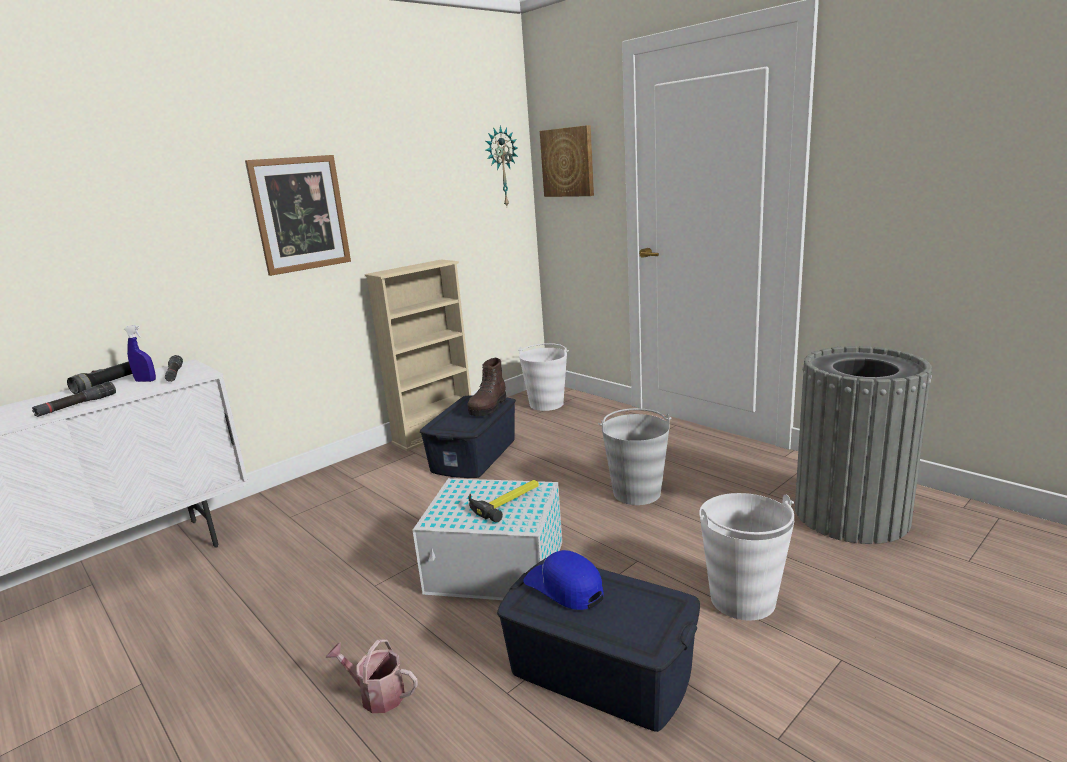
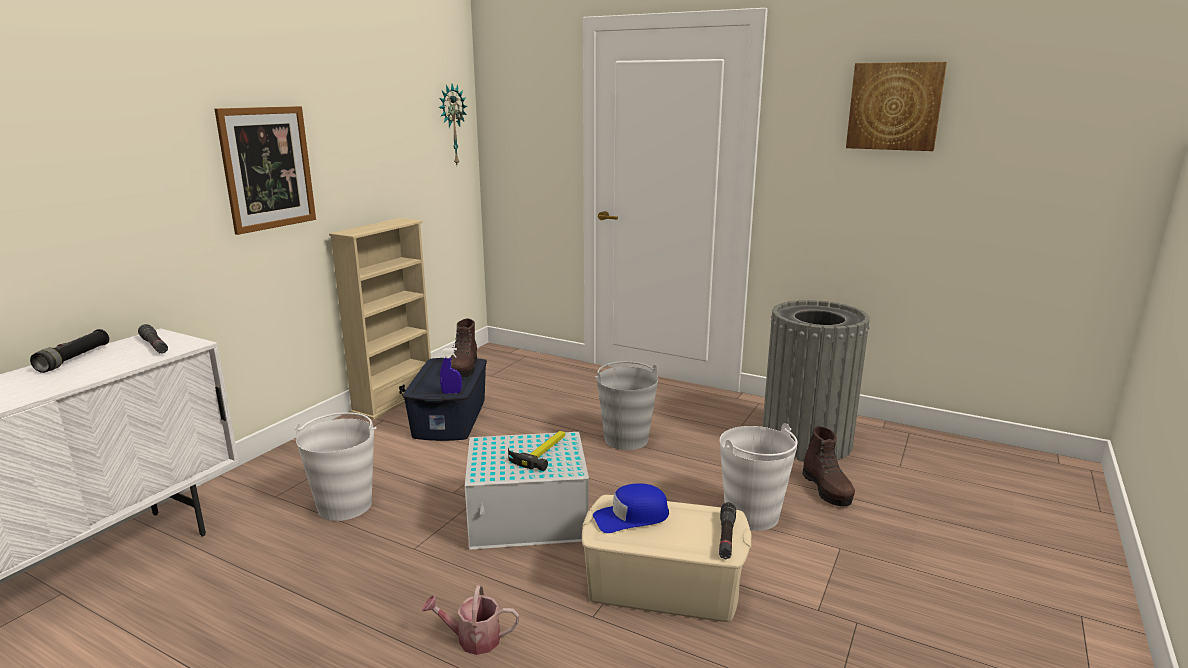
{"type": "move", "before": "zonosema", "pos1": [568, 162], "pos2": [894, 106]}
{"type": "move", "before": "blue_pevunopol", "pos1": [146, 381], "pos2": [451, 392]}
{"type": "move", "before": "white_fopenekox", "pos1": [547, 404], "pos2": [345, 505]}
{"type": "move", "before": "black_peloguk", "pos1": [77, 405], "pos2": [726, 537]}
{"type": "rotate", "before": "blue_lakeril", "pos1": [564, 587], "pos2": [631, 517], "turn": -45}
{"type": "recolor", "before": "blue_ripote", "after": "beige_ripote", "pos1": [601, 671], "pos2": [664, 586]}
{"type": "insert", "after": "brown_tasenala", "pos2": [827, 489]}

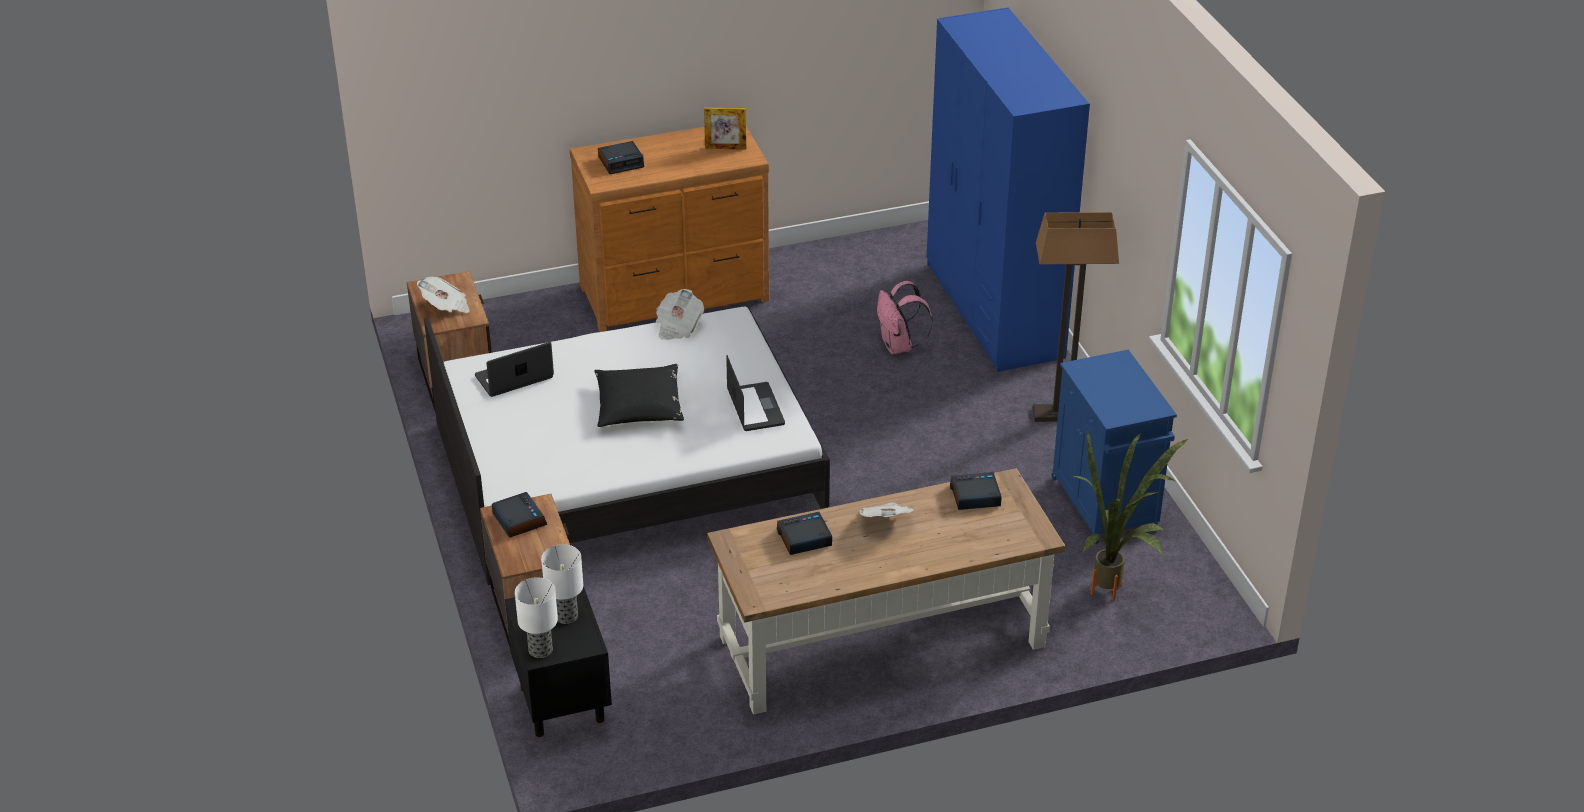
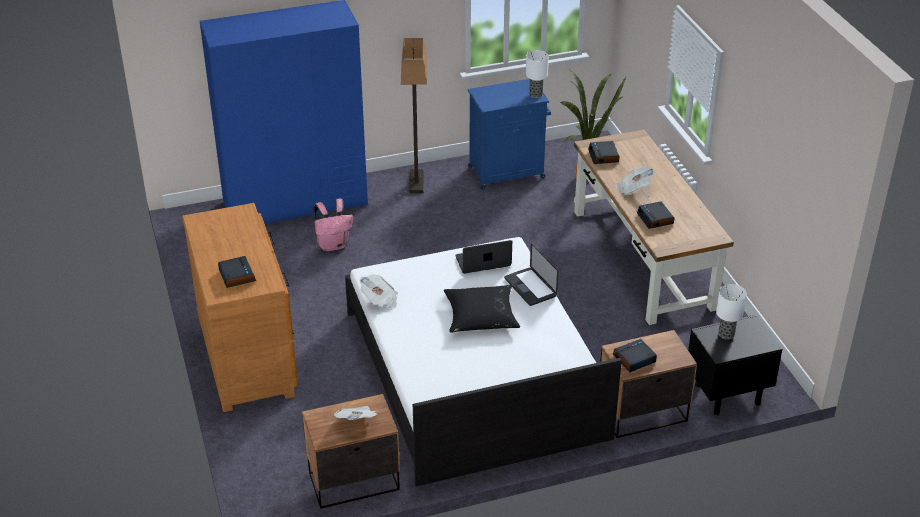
{"type": "delete", "before": "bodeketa", "pos1": [725, 148]}
{"type": "move", "before": "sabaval", "pos1": [514, 377], "pos2": [530, 287]}
{"type": "move", "before": "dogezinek", "pos1": [540, 649], "pos2": [535, 94]}

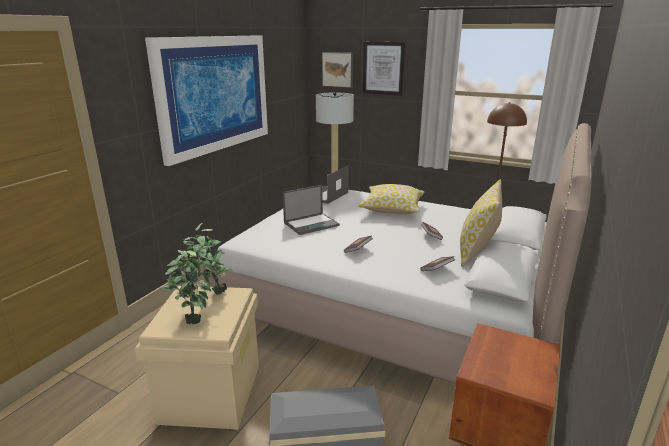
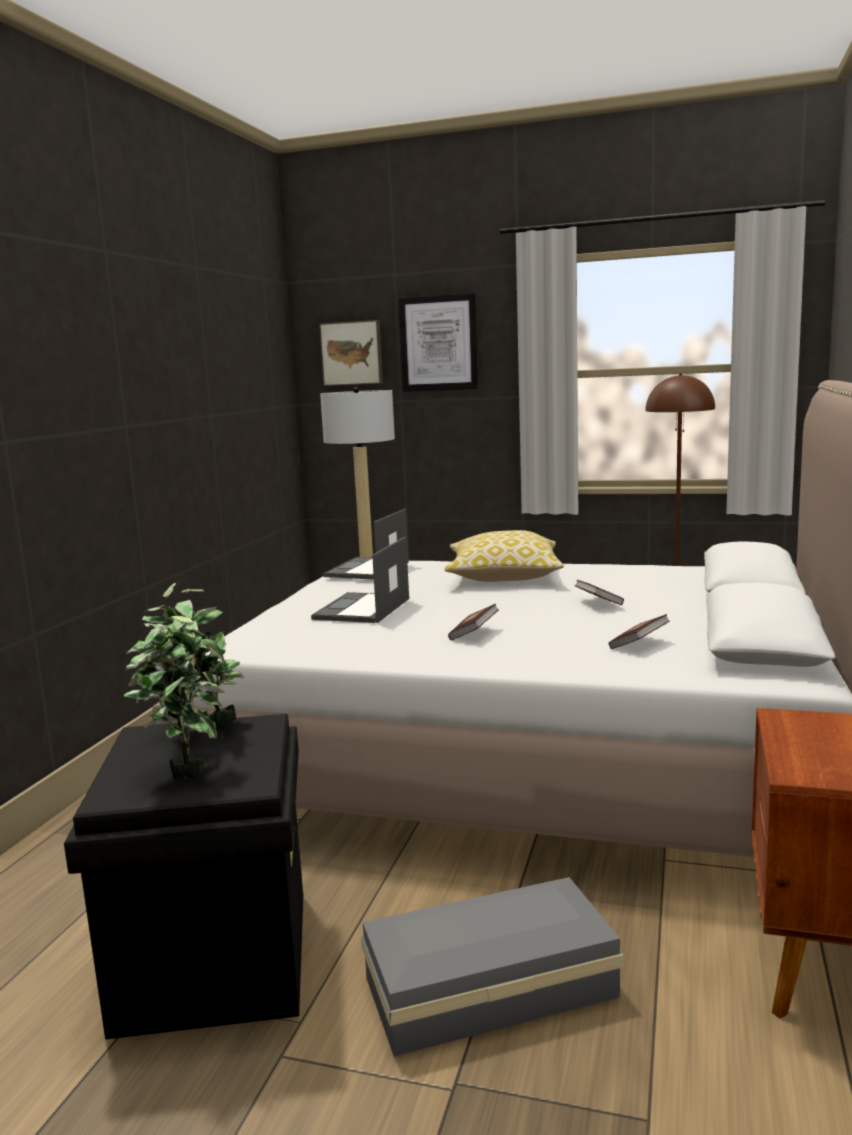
{"type": "delete", "before": "zonosema", "pos1": [215, 94]}
{"type": "delete", "before": "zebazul", "pos1": [477, 253]}
{"type": "rotate", "before": "sabaval", "pos1": [312, 224], "pos2": [362, 609], "turn": 150}
{"type": "recolor", "before": "beige_ripote", "after": "black_ripote", "pos1": [211, 392], "pos2": [214, 957]}

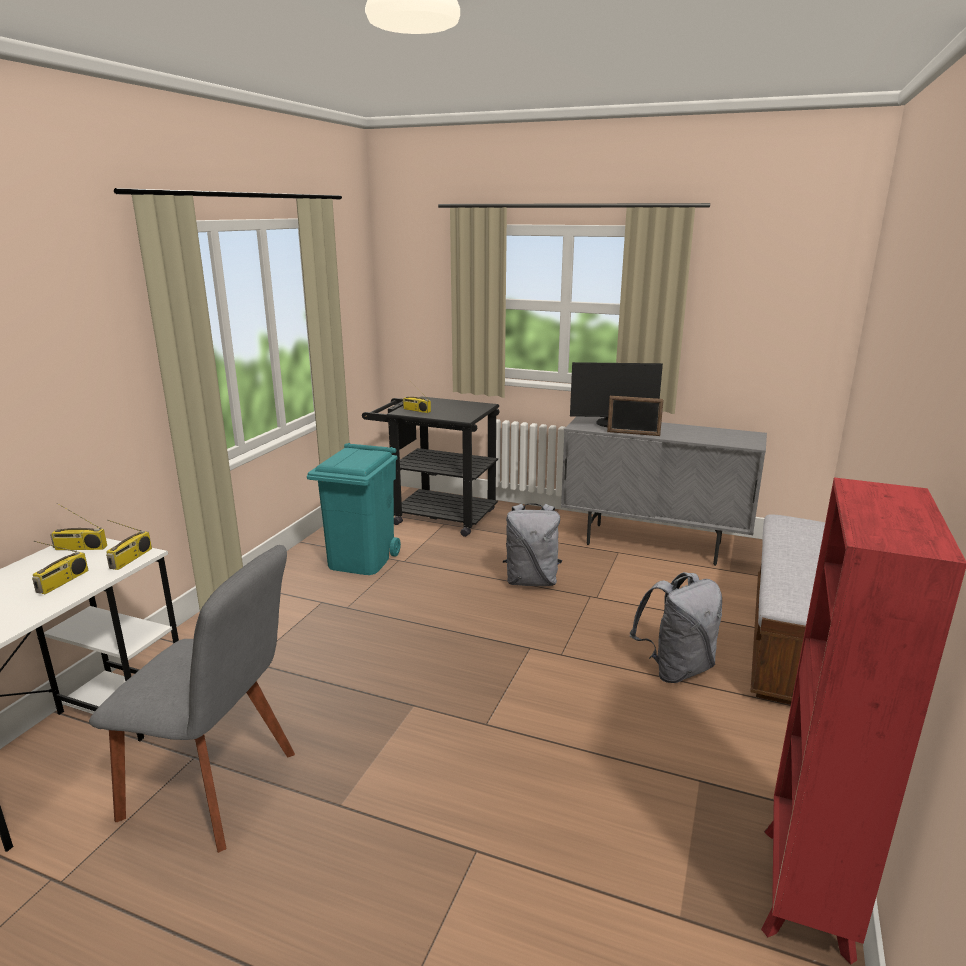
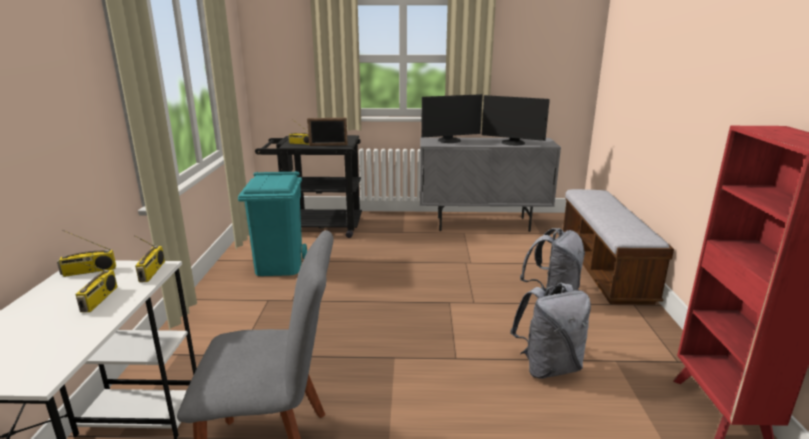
{"type": "move", "before": "bodeketa", "pos1": [633, 433], "pos2": [328, 145]}
{"type": "move", "before": "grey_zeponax", "pos1": [531, 581], "pos2": [548, 367]}
{"type": "insert", "after": "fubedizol", "pos2": [512, 143]}

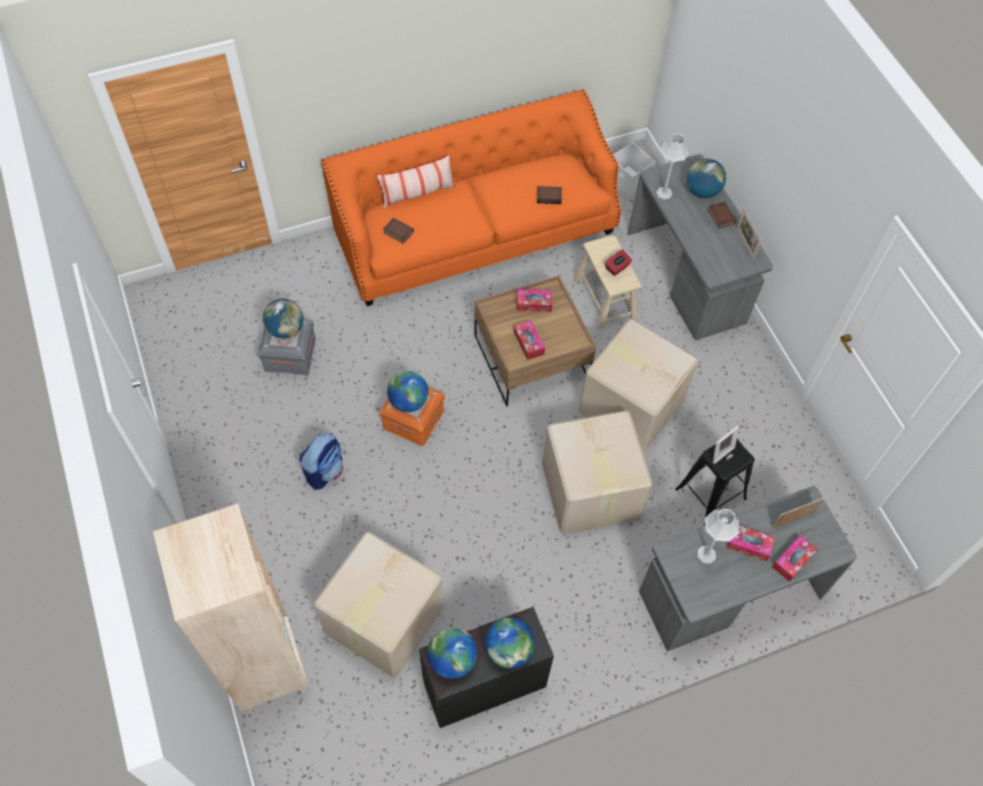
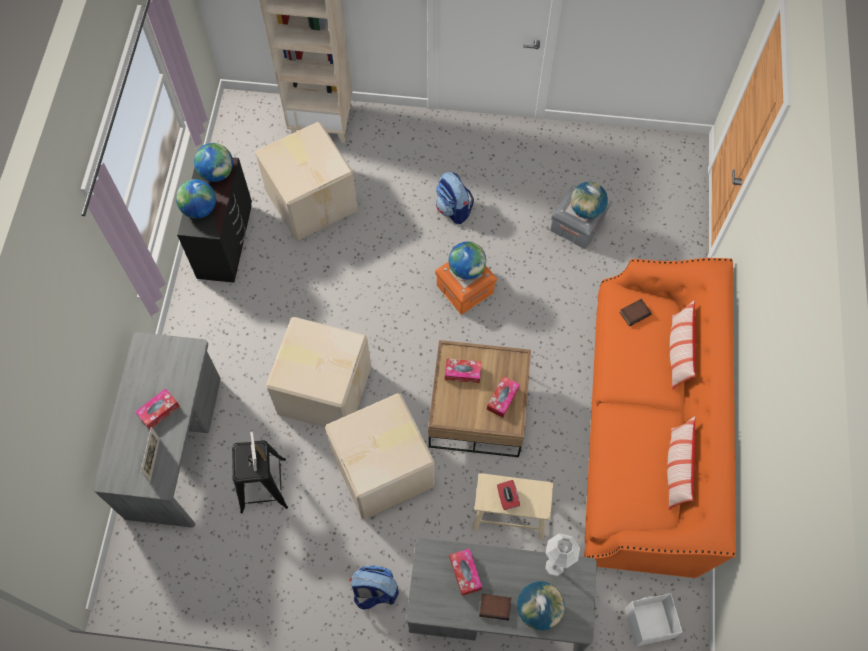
{"type": "delete", "before": "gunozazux", "pos1": [549, 196]}
{"type": "delete", "before": "bodeketa", "pos1": [745, 244]}
{"type": "delete", "before": "grey_dogezinek", "pos1": [706, 554]}
{"type": "move", "before": "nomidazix", "pos1": [793, 560], "pos2": [465, 573]}
{"type": "insert", "after": "zebazul", "pos2": [676, 469]}
{"type": "insert", "after": "zeponax", "pos2": [375, 592]}

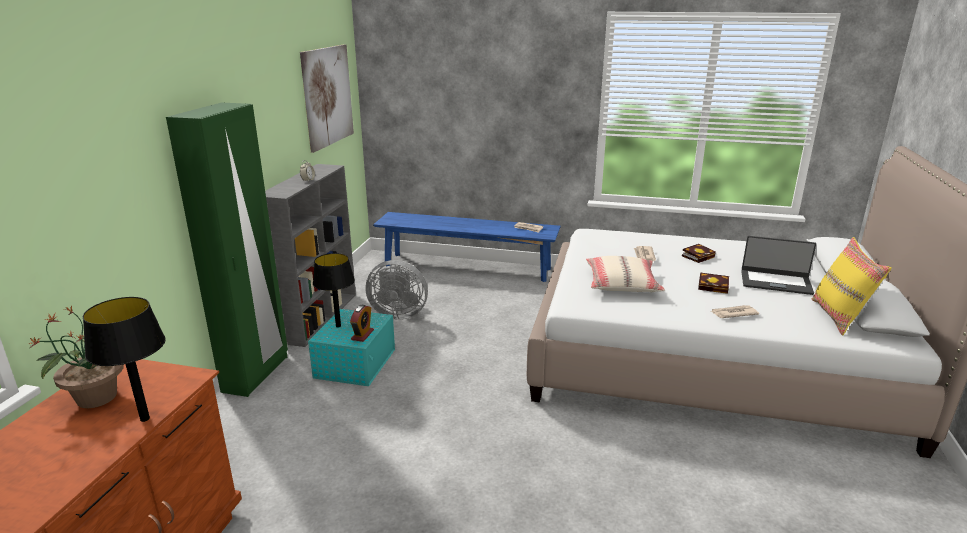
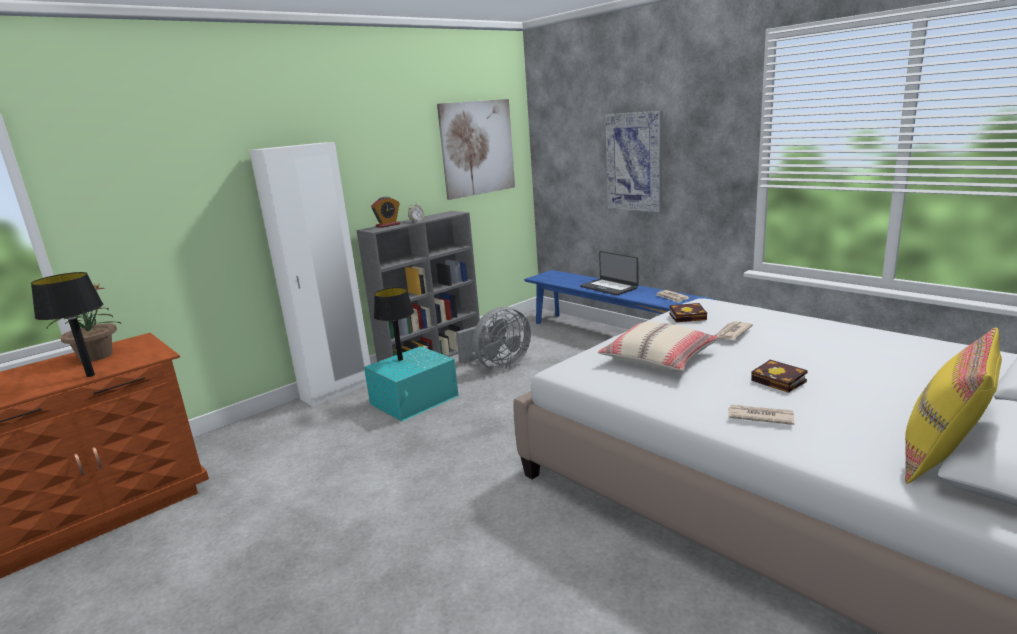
{"type": "recolor", "before": "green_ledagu", "after": "white_ledagu", "pos1": [256, 374], "pos2": [337, 391]}
{"type": "move", "before": "sabaval", "pos1": [775, 282], "pos2": [609, 287]}
{"type": "move", "before": "gunozazux", "pos1": [698, 256], "pos2": [689, 316]}
{"type": "rotate", "before": "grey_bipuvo", "pos1": [398, 314], "pos2": [498, 366], "turn": -75}
{"type": "move", "before": "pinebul", "pos1": [362, 335], "pos2": [388, 225]}
{"type": "insert", "after": "zonosema", "pos2": [634, 162]}

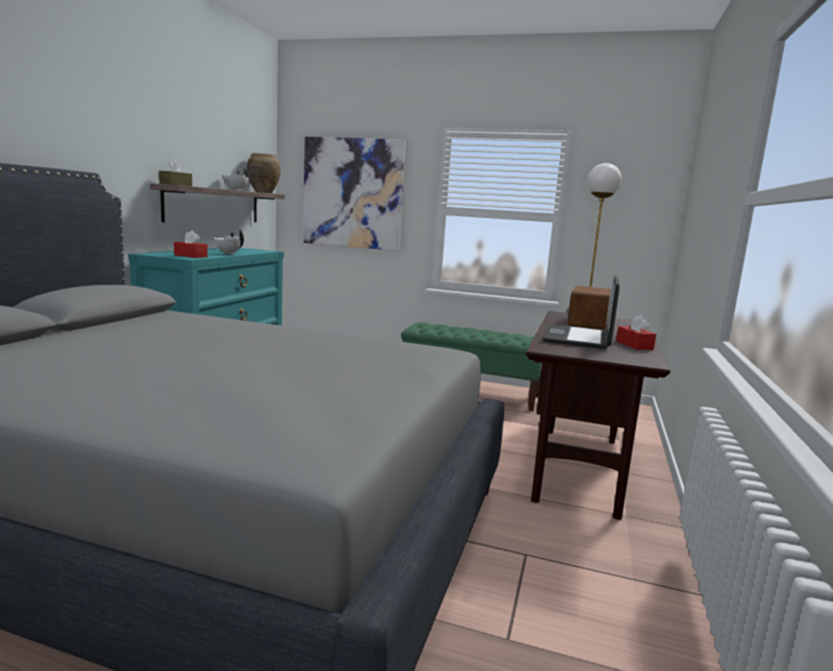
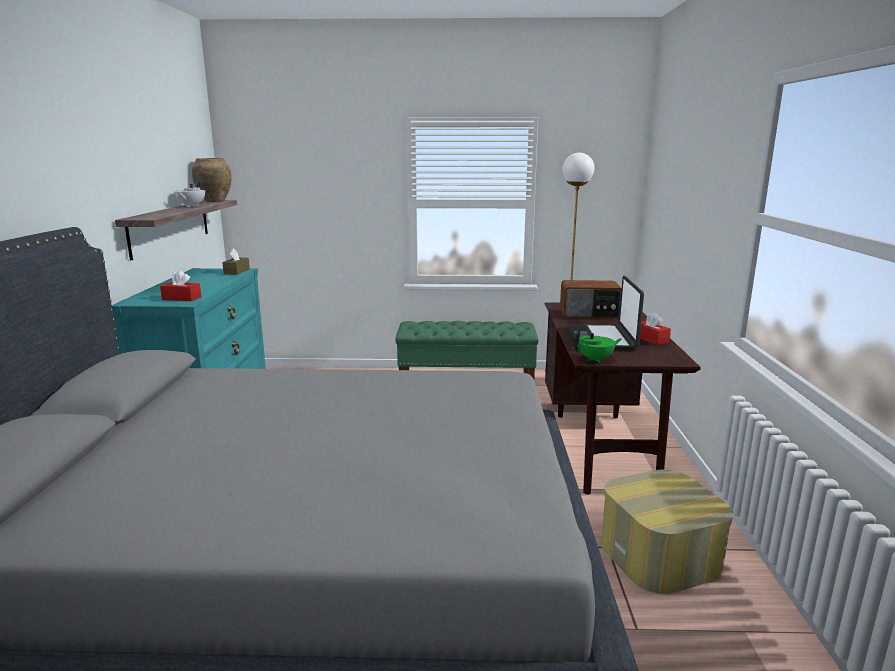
{"type": "delete", "before": "zonosema", "pos1": [352, 193]}
{"type": "move", "before": "brown_nomidazix", "pos1": [176, 185], "pos2": [237, 271]}
{"type": "delete", "before": "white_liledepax", "pos1": [228, 253]}
{"type": "rotate", "before": "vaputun", "pos1": [586, 322], "pos2": [589, 314], "turn": -90}
{"type": "insert", "after": "green_liledepax", "pos2": [596, 359]}
{"type": "insert", "after": "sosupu", "pos2": [660, 555]}

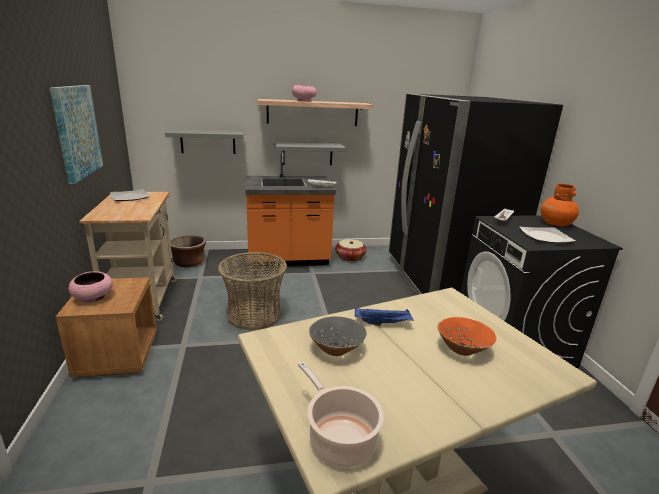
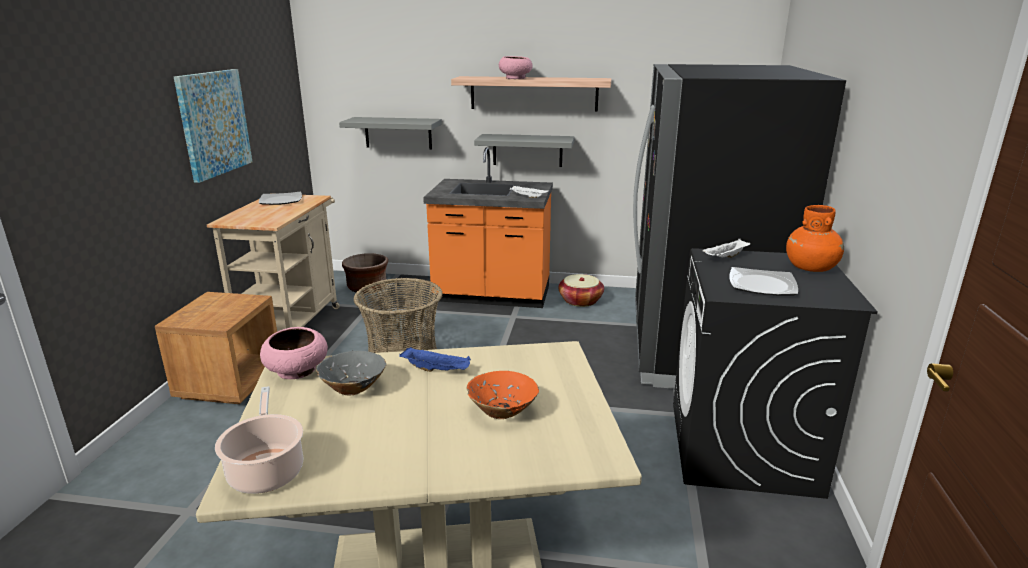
{"type": "move", "before": "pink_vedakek", "pos1": [93, 297], "pos2": [297, 370]}

